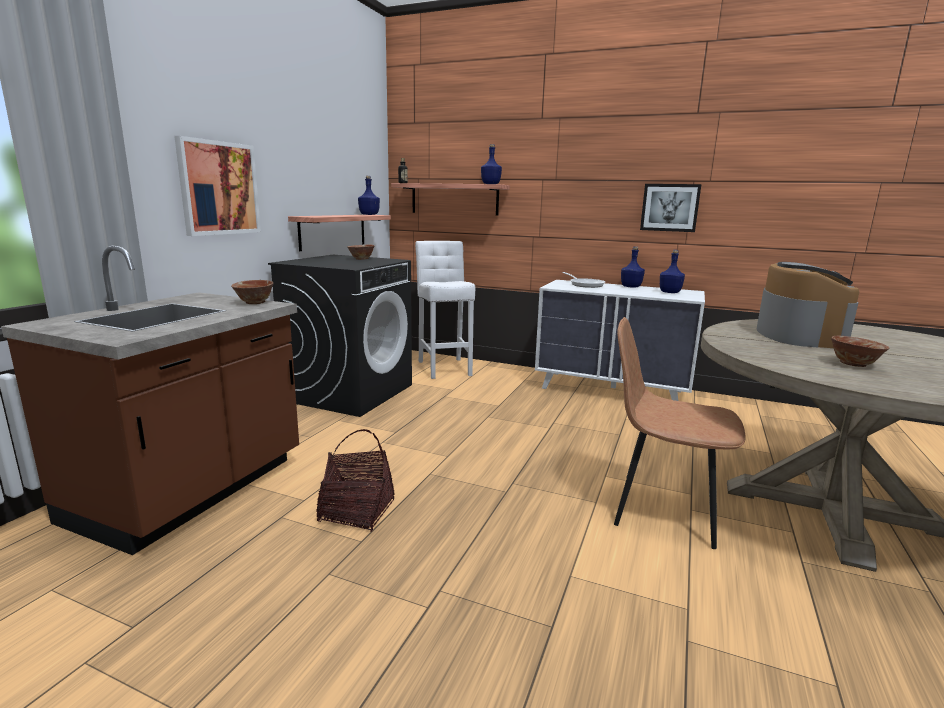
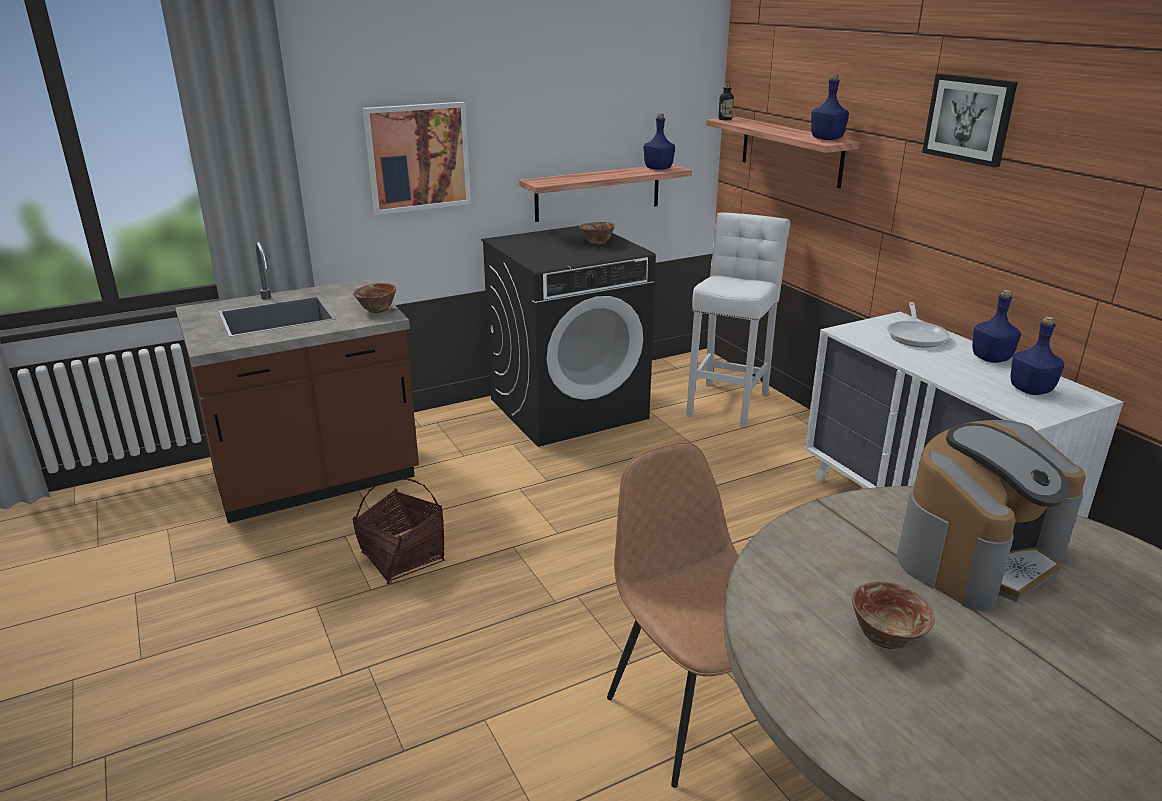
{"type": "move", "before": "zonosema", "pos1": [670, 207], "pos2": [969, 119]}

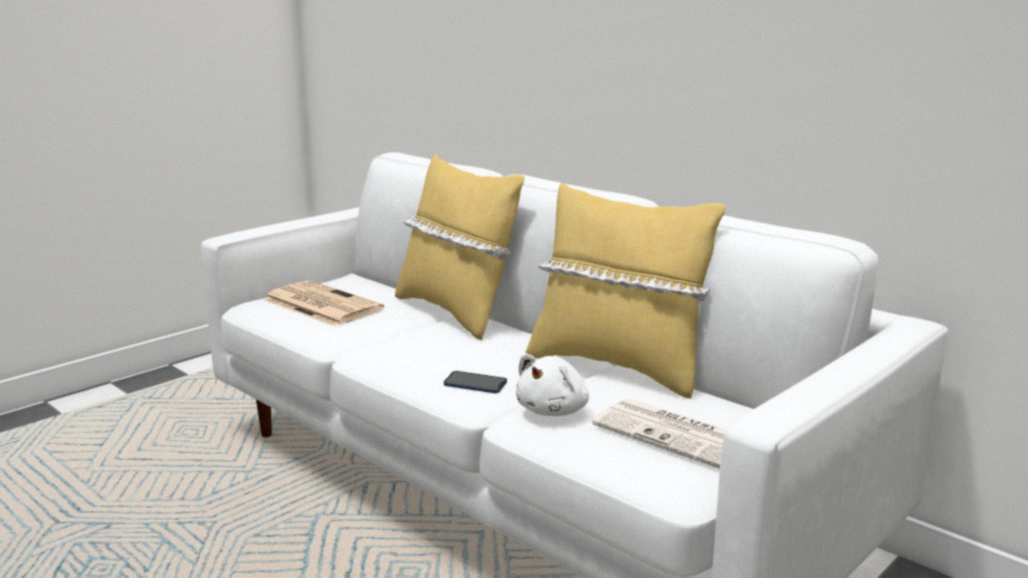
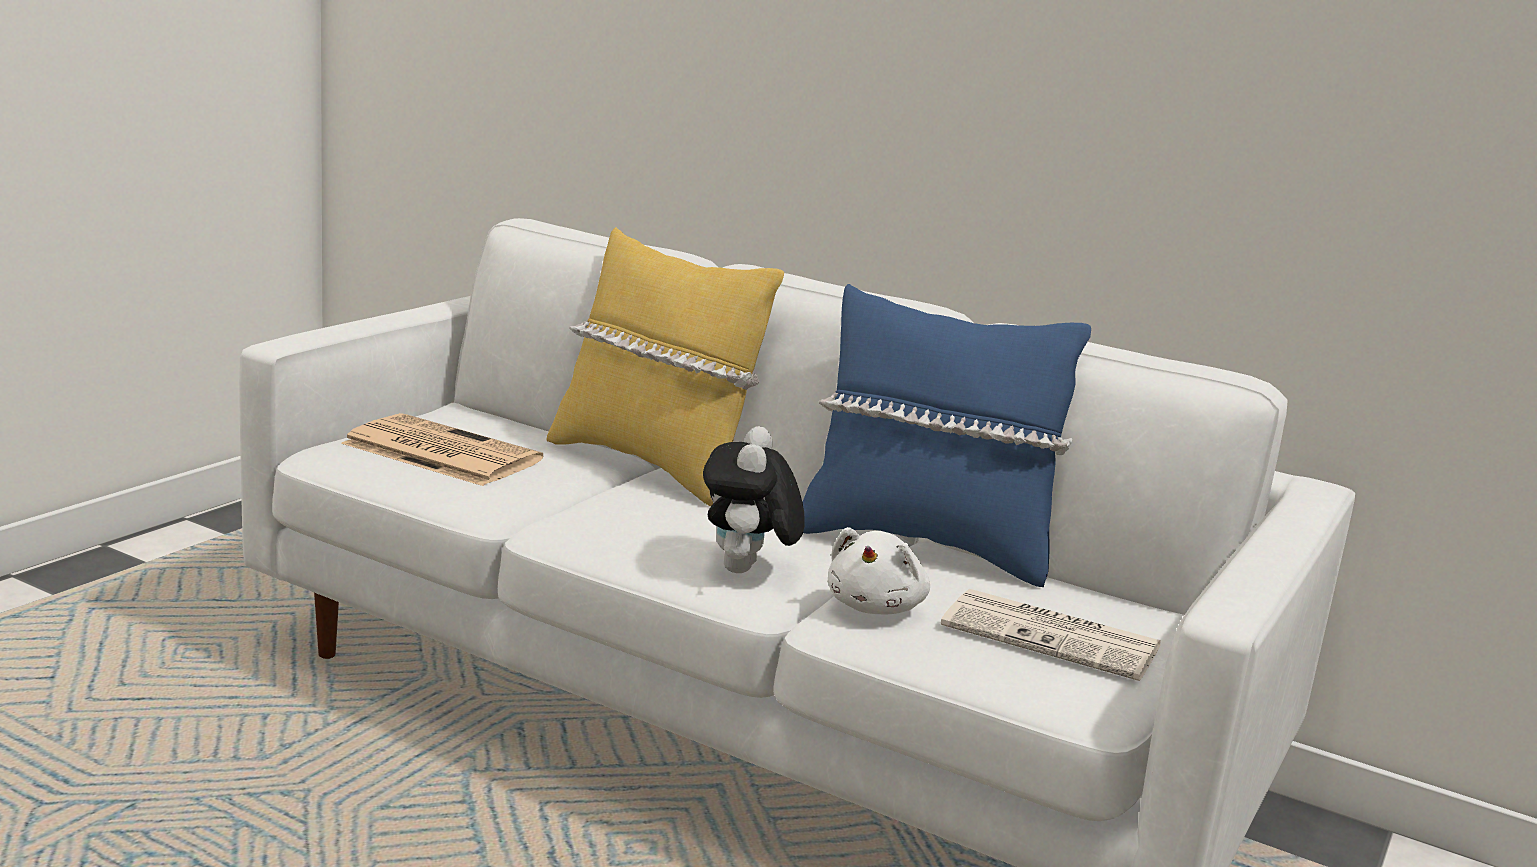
{"type": "recolor", "before": "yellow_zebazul", "after": "blue_zebazul", "pos1": [617, 367], "pos2": [925, 545]}
{"type": "replace", "before": "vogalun", "after": "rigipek", "pos1": [475, 384], "pos2": [746, 571]}

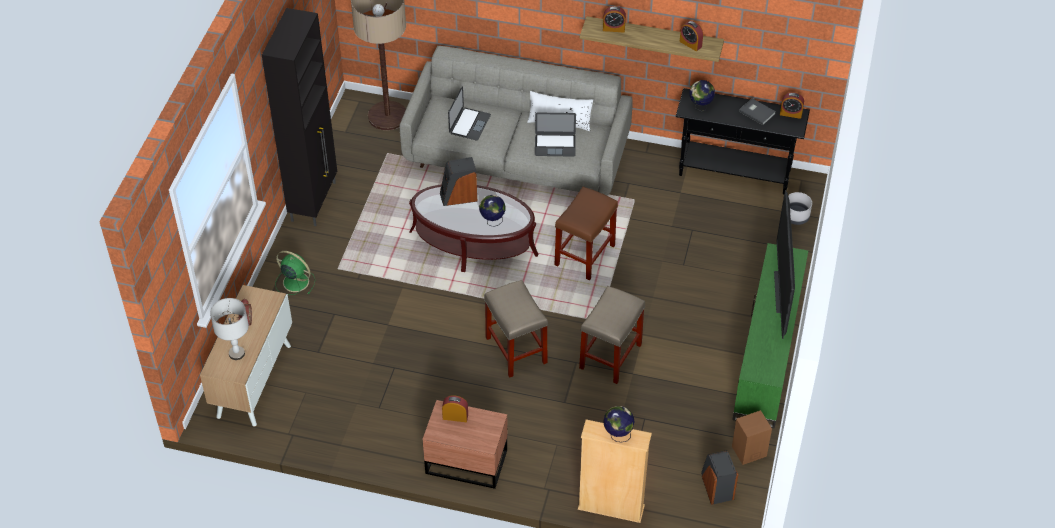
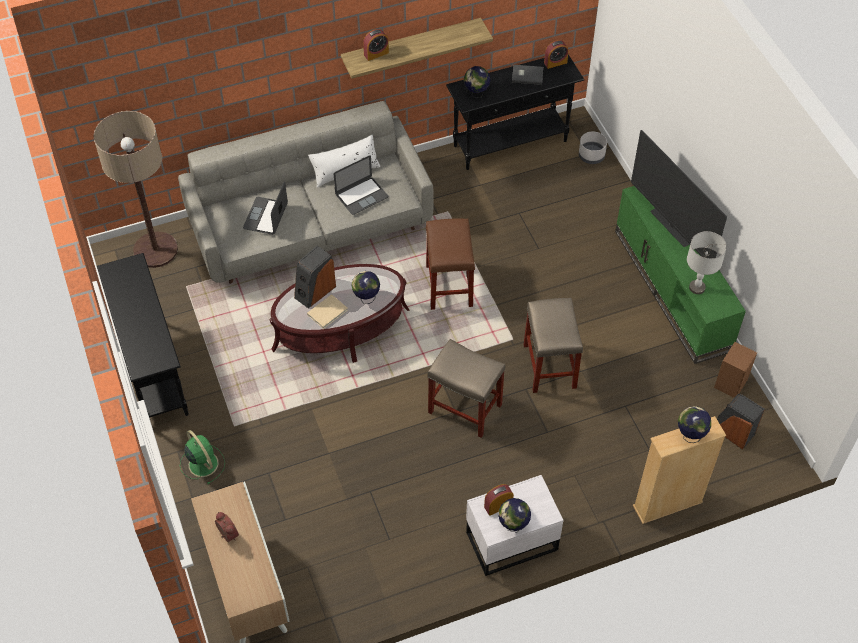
{"type": "replace", "before": "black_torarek", "after": "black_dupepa", "pos1": [314, 201], "pos2": [153, 371]}
{"type": "delete", "before": "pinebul", "pos1": [690, 44]}
{"type": "rotate", "before": "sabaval", "pos1": [469, 124], "pos2": [266, 216], "turn": -150}
{"type": "rotate", "before": "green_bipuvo", "pos1": [294, 281], "pos2": [202, 463], "turn": 60}
{"type": "move", "before": "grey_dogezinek", "pos1": [236, 354], "pos2": [697, 288]}
{"type": "recolor", "before": "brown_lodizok", "after": "white_lodizok", "pos1": [465, 460], "pos2": [510, 540]}
{"type": "insert", "after": "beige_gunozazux", "pos2": [328, 312]}
{"type": "insert", "after": "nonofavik", "pos2": [513, 526]}

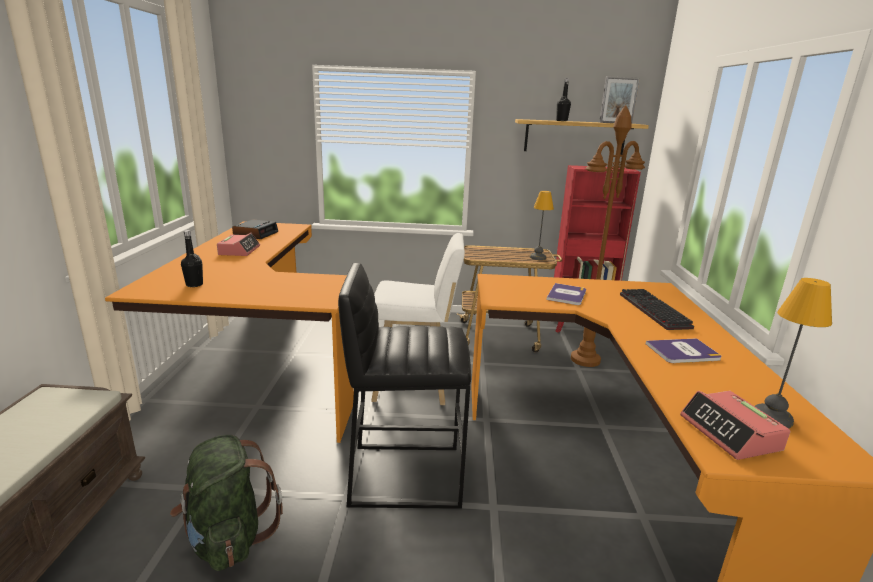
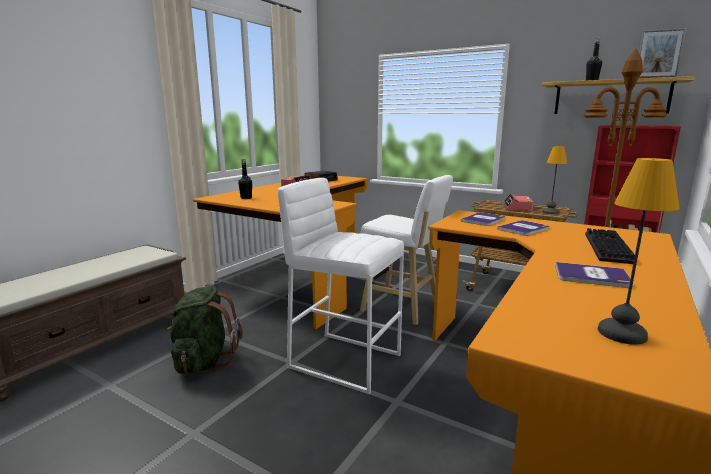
{"type": "recolor", "before": "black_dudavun", "after": "white_dudavun", "pos1": [404, 474], "pos2": [344, 360]}
{"type": "move", "before": "pinebul", "pos1": [730, 433], "pos2": [517, 208]}
{"type": "insert", "after": "gunozazux", "pos2": [483, 220]}

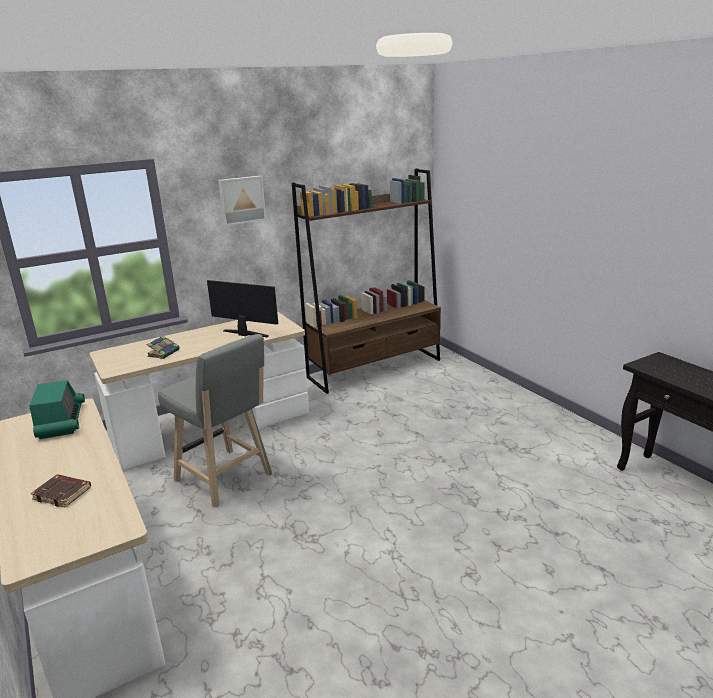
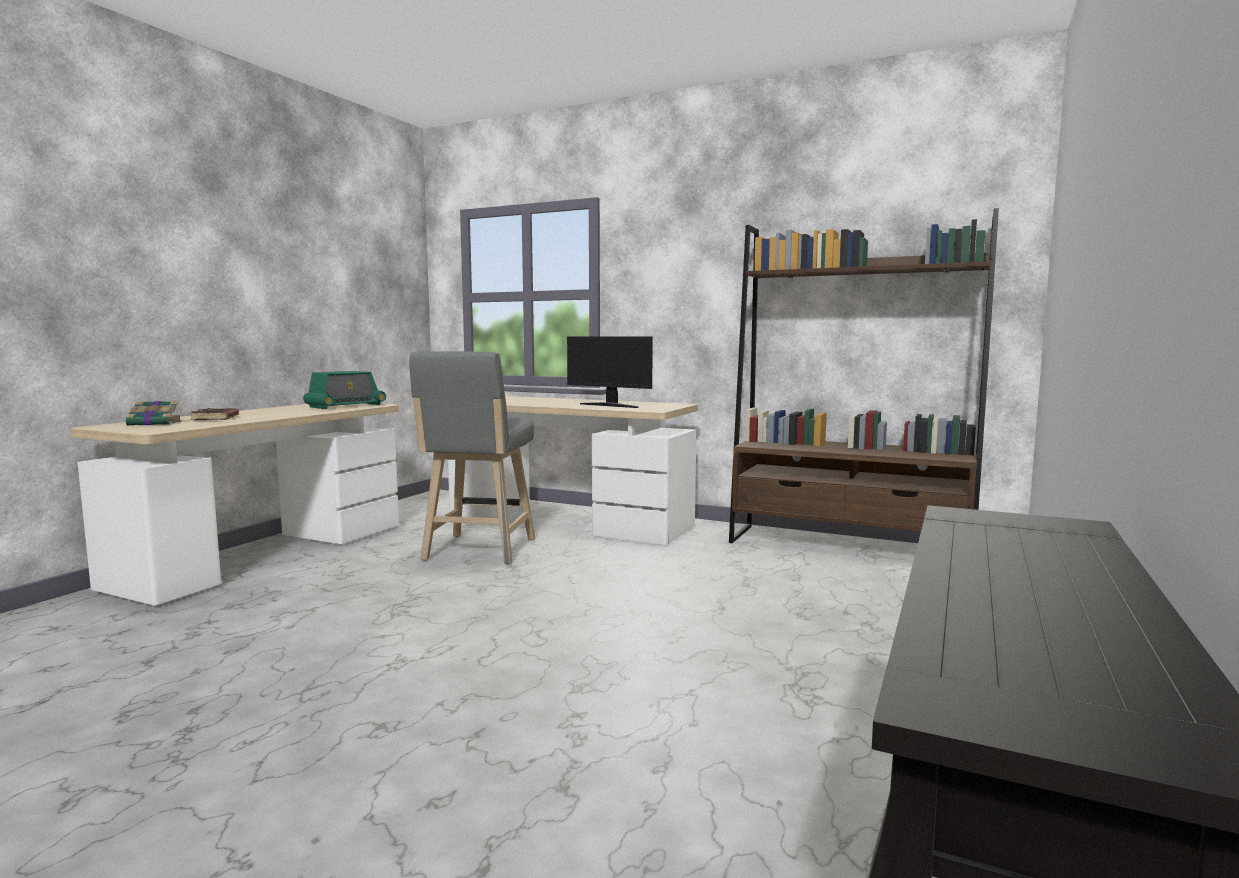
{"type": "delete", "before": "zonosema", "pos1": [241, 200]}
{"type": "rotate", "before": "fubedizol", "pos1": [244, 334], "pos2": [609, 405], "turn": 135}
{"type": "move", "before": "gunozazux", "pos1": [164, 353], "pos2": [155, 423]}

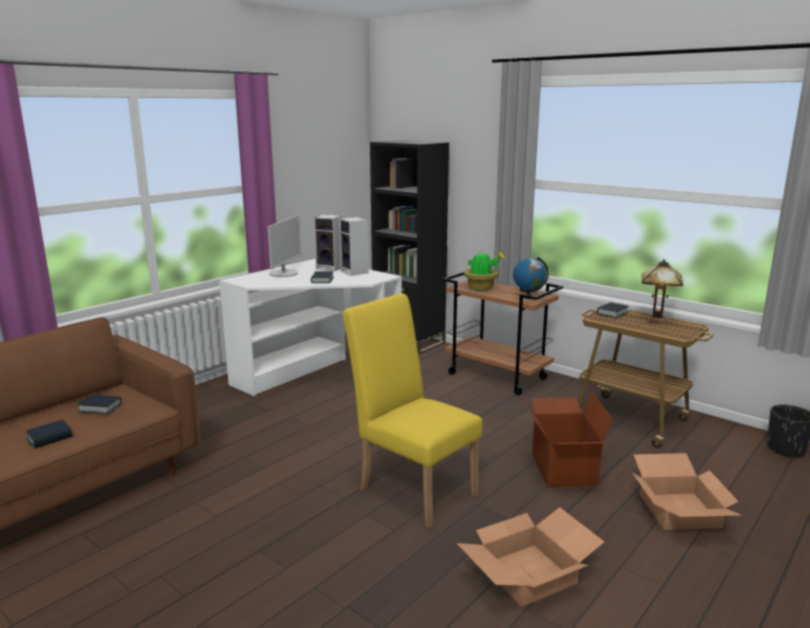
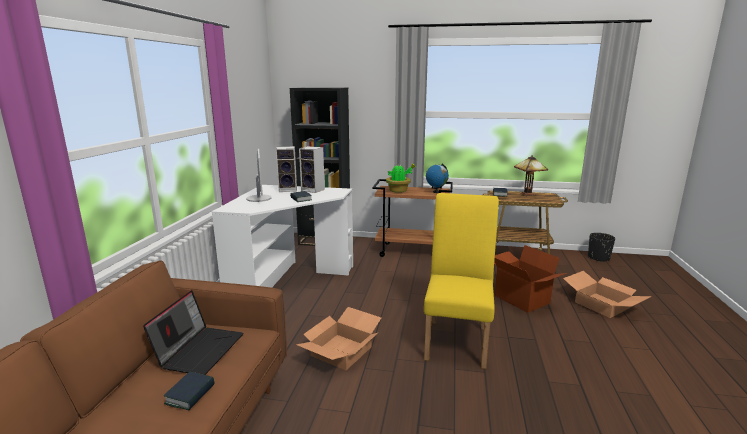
{"type": "rotate", "before": "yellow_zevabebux", "pos1": [412, 488], "pos2": [457, 339], "turn": 90}
{"type": "replace", "before": "gunozazux", "after": "sabaval", "pos1": [100, 408], "pos2": [199, 349]}
{"type": "move", "before": "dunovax", "pos1": [528, 573], "pos2": [341, 350]}

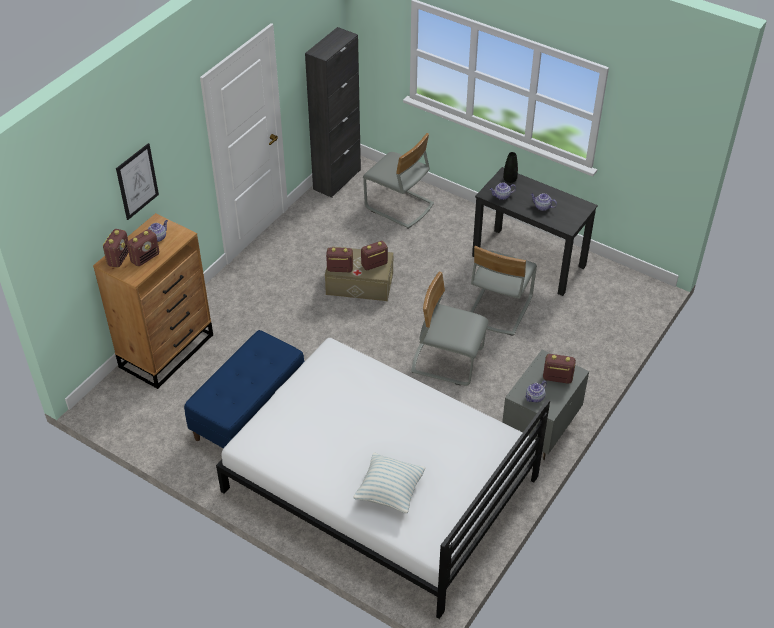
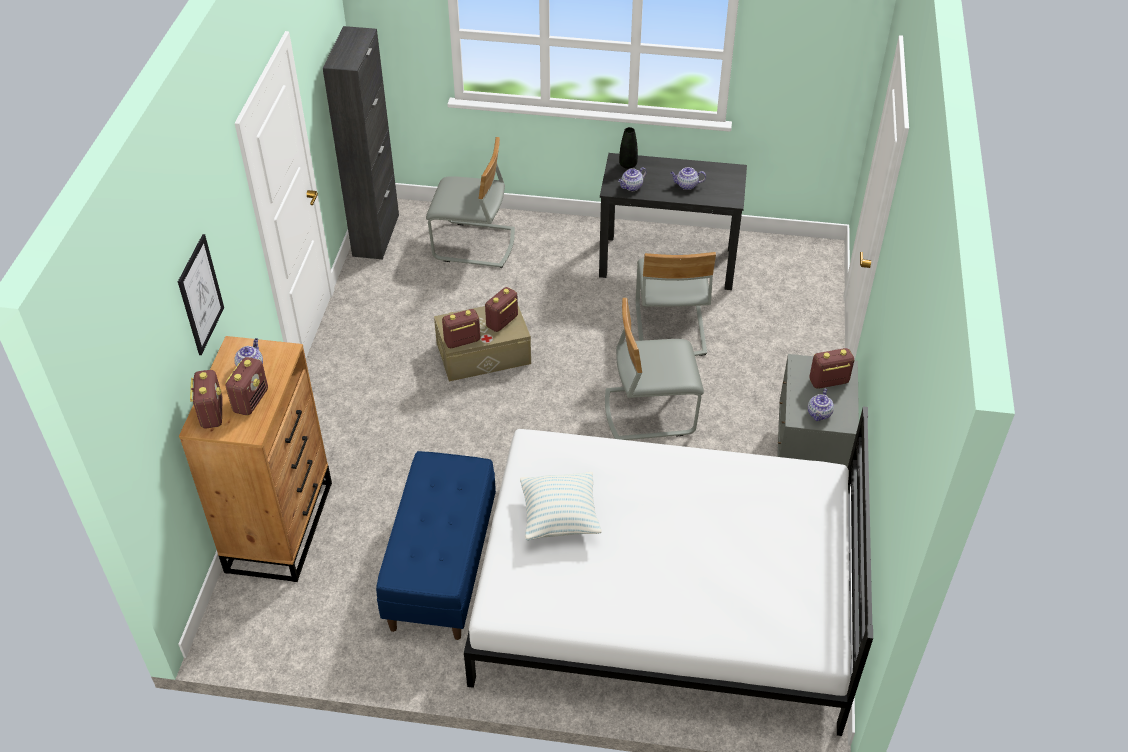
{"type": "move", "before": "zebazul", "pos1": [389, 492], "pos2": [559, 518]}

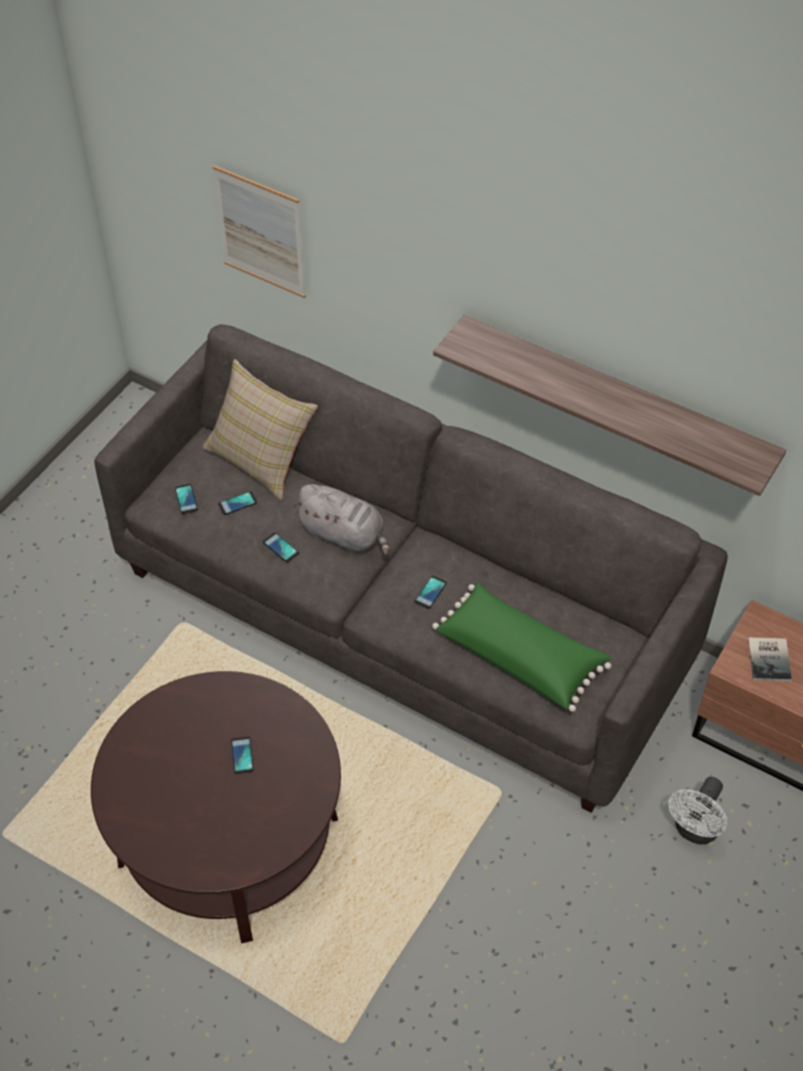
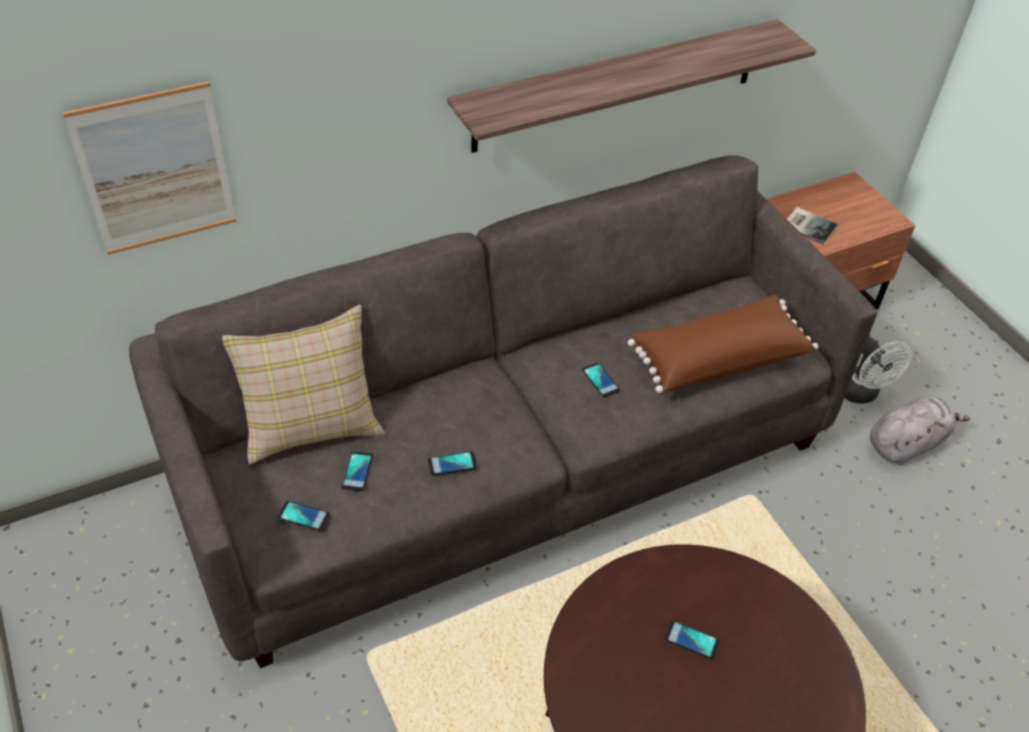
{"type": "move", "before": "grey_rigipek", "pos1": [345, 535], "pos2": [907, 443]}
{"type": "recolor", "before": "green_zebazul", "after": "brown_zebazul", "pos1": [520, 656], "pos2": [717, 357]}

